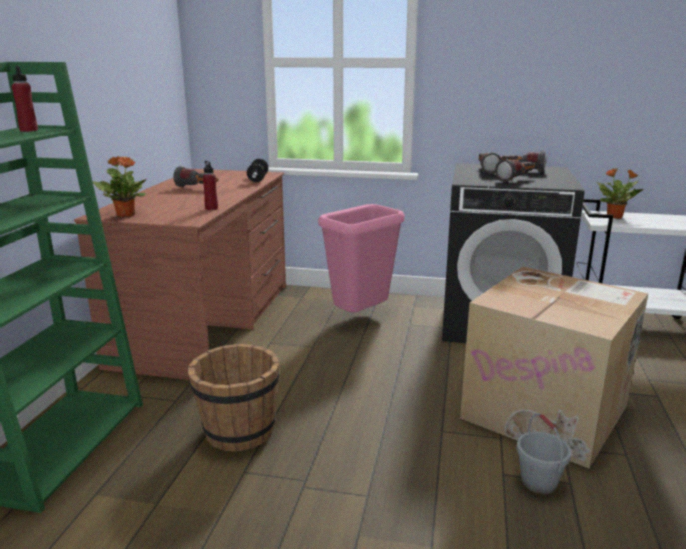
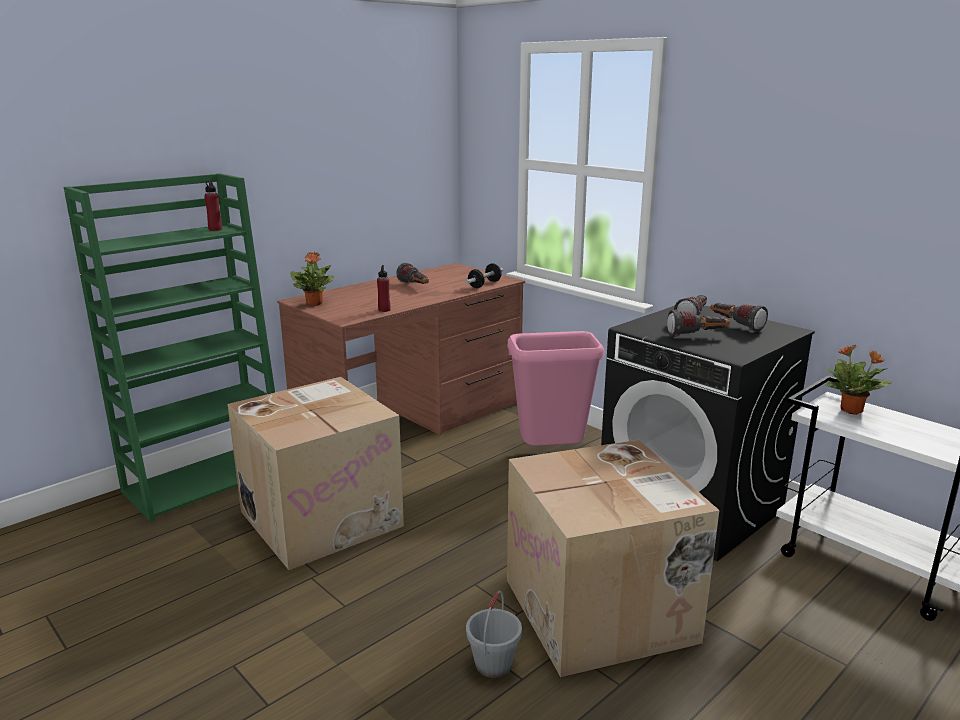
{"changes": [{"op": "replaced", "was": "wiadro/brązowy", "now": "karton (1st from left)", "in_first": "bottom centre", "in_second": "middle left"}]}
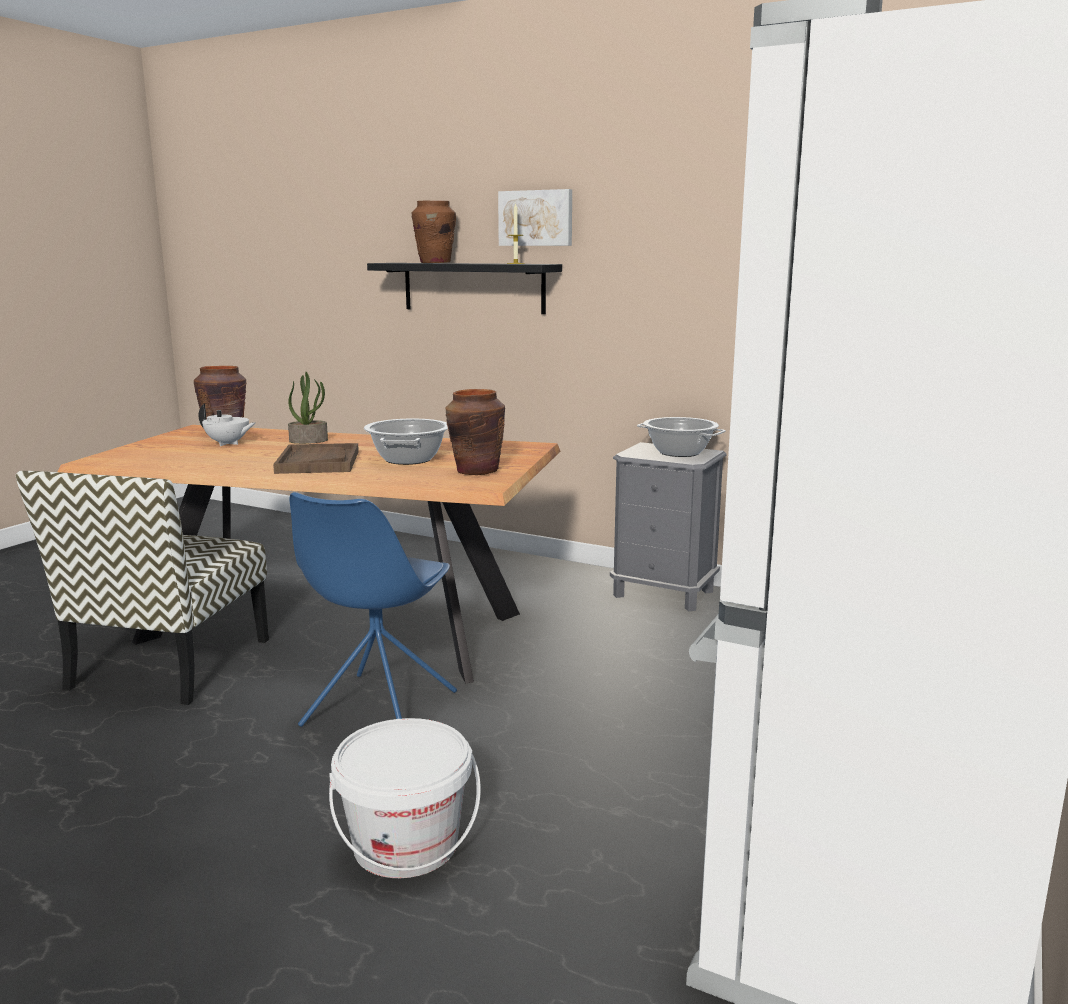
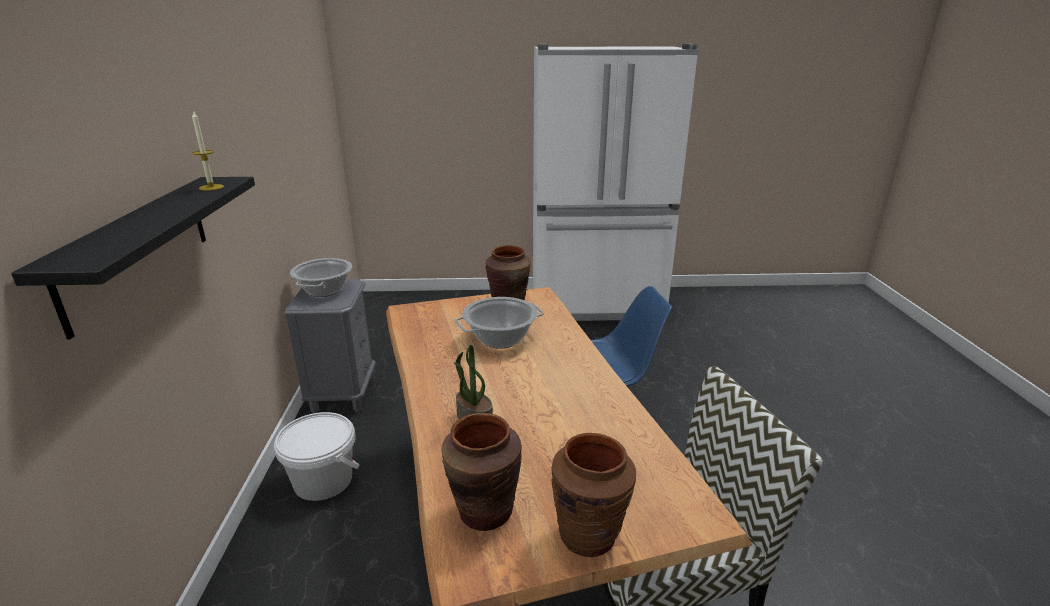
{"changes": [{"op": "removed", "was": "obraz", "in_first": "top centre"}, {"op": "moved", "was": "wazon/brązowy (2nd from left in the first image)", "now": "wazon/brązowy (3rd from left)", "in_first": "top centre", "in_second": "bottom centre"}, {"op": "removed", "was": "imbryk/biały", "in_first": "middle left"}, {"op": "removed", "was": "taca/brązowy", "in_first": "middle left"}, {"op": "moved", "was": "wiadro/biały", "in_first": "bottom centre", "in_second": "bottom left"}]}
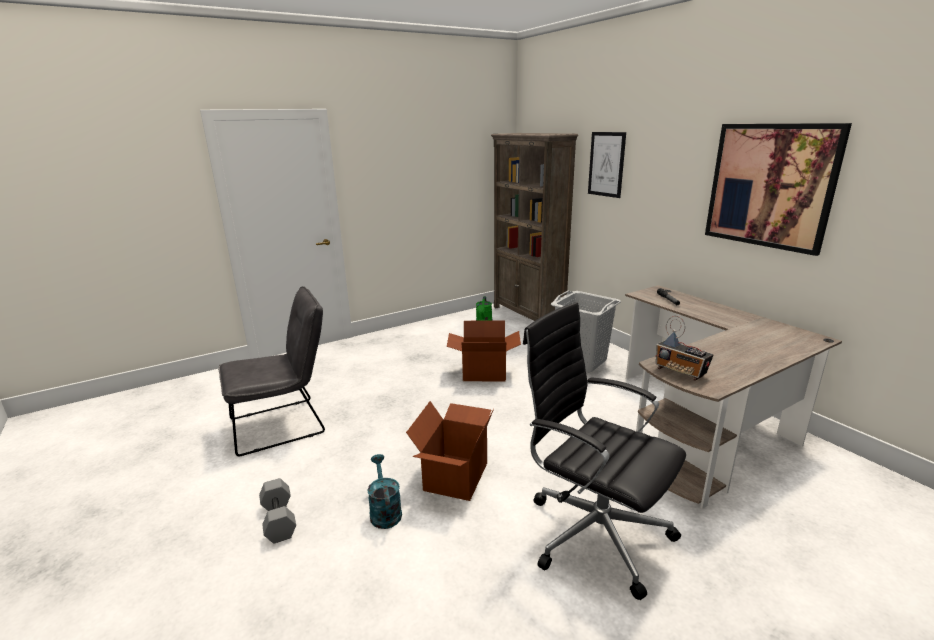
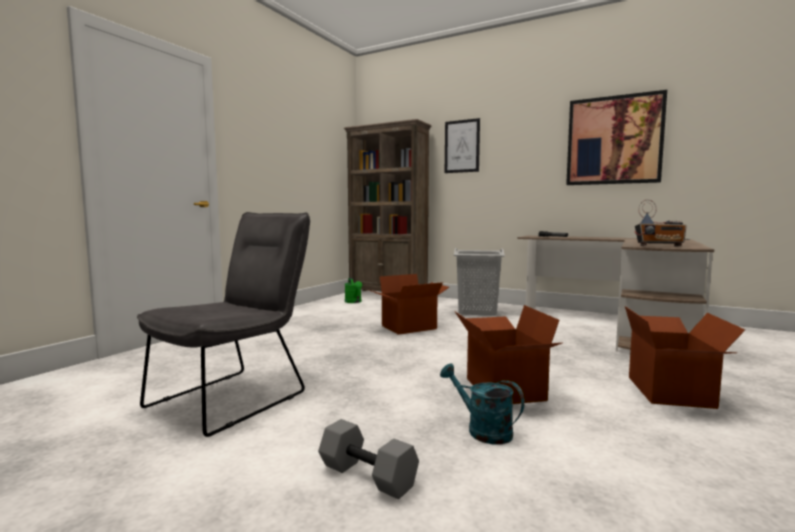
{"changes": [{"op": "replaced", "was": "krzesło biurowe/czarny", "now": "karton (3rd from left)", "in_first": "bottom centre", "in_second": "bottom right"}]}
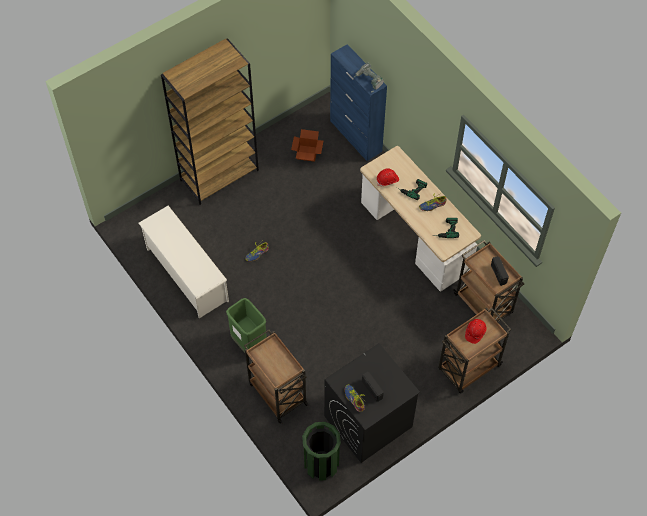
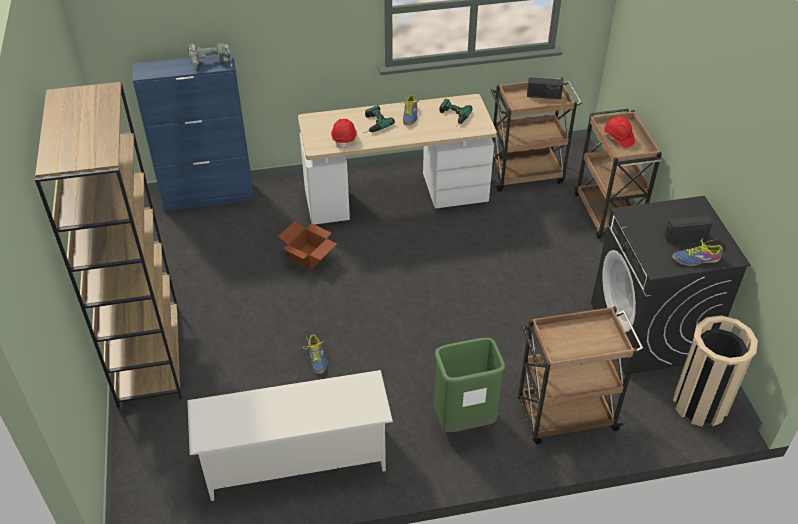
{"changes": [{"op": "moved", "was": "karton", "in_first": "top centre", "in_second": "centre"}, {"op": "recoloured", "was": "kosz na śmieci/zielony (2nd from left)", "now": "kosz na śmieci/beżowy", "in_first": "bottom centre", "in_second": "bottom right"}]}
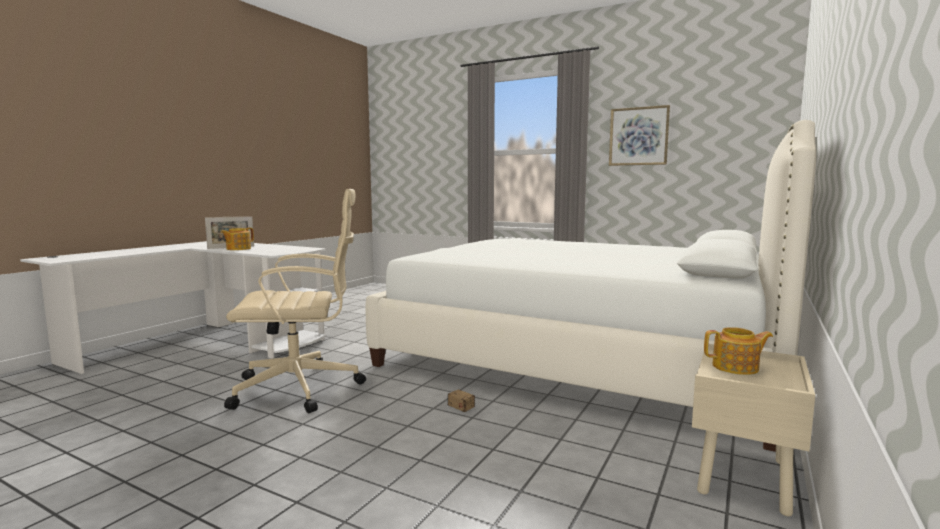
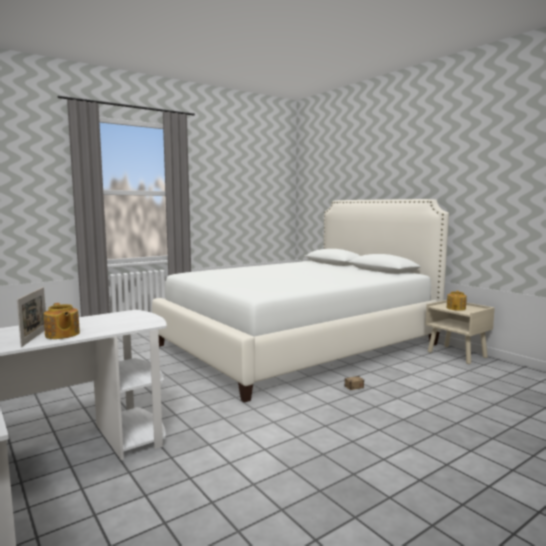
{"changes": [{"op": "removed", "was": "obraz", "in_first": "top right"}, {"op": "removed", "was": "krzesło biurowe/beżowy", "in_first": "middle left"}]}
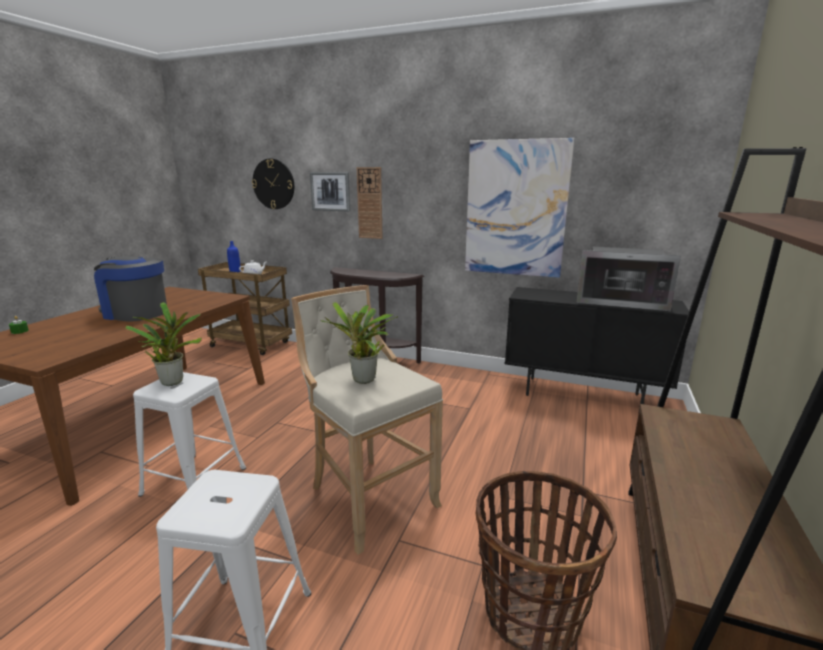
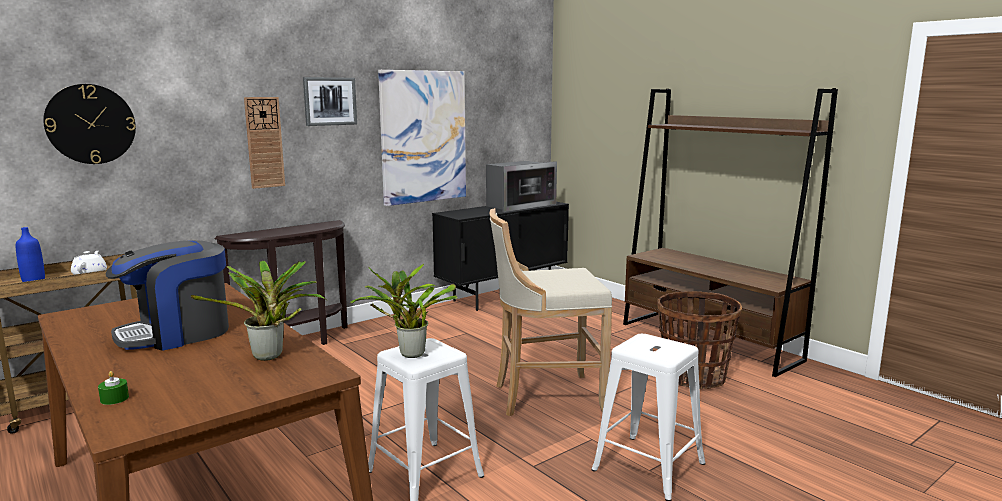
{"changes": [{"op": "moved", "was": "obraz (1st from left)", "in_first": "top centre", "in_second": "top left"}, {"op": "moved", "was": "roślina doniczkowa (2nd from left in the first image)", "now": "roślina doniczkowa (1st from left)", "in_first": "centre", "in_second": "middle left"}]}
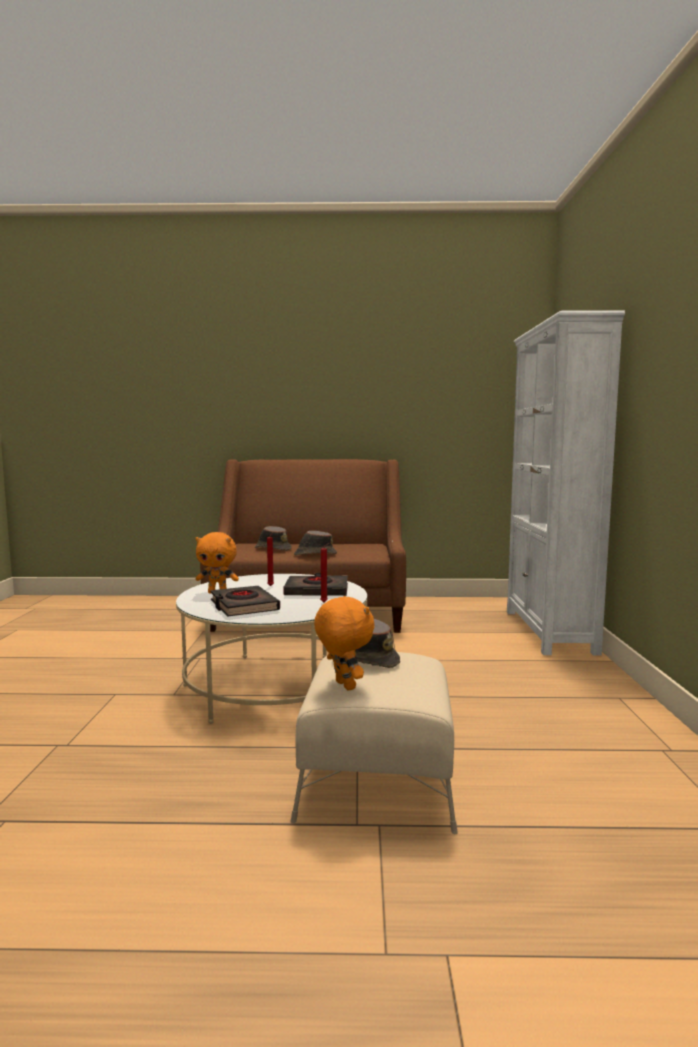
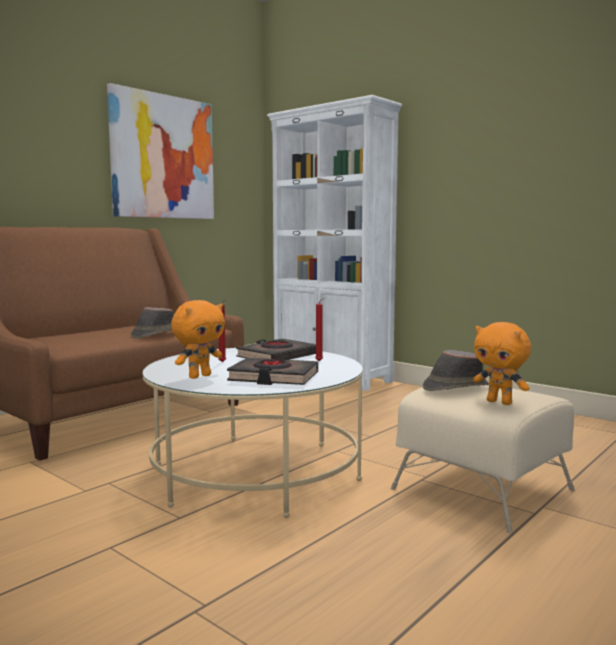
{"changes": [{"op": "removed", "was": "kapelusz/brązowy (1st from left)", "in_first": "centre"}, {"op": "turned", "was": "pluszak/pomarańczowy (2nd from left)", "in_first": "centre", "in_second": "middle right", "clockwise": -150}, {"op": "added", "now": "obraz", "in_second": "top left"}]}
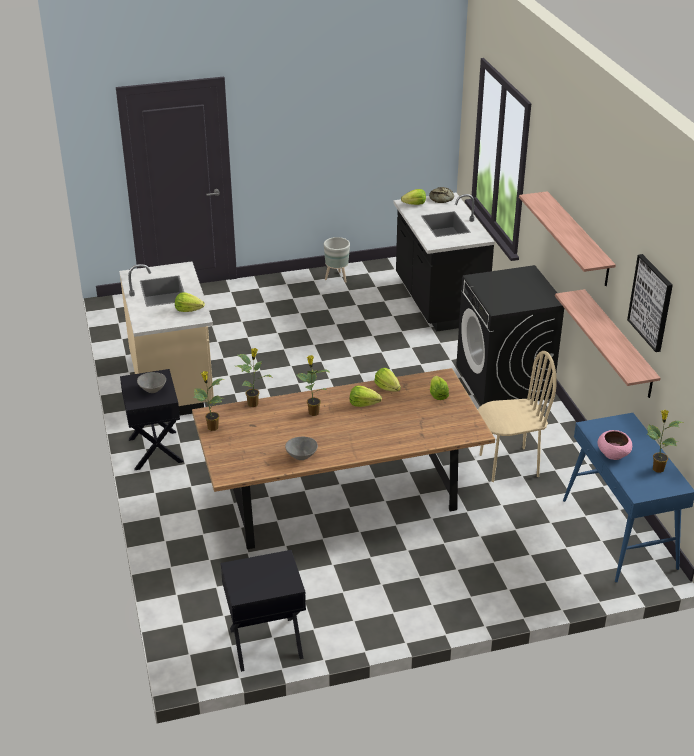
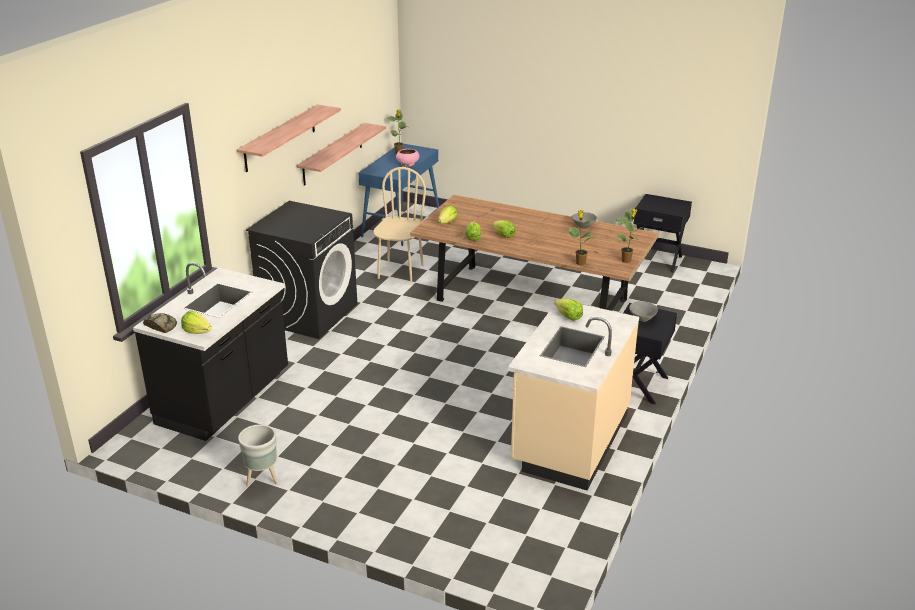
{"changes": [{"op": "removed", "was": "obraz", "in_first": "middle right"}, {"op": "turned", "was": "krzesło/beżowy", "in_first": "middle right", "in_second": "centre", "clockwise": 75}, {"op": "removed", "was": "roślina doniczkowa (3rd from left)", "in_first": "centre"}]}
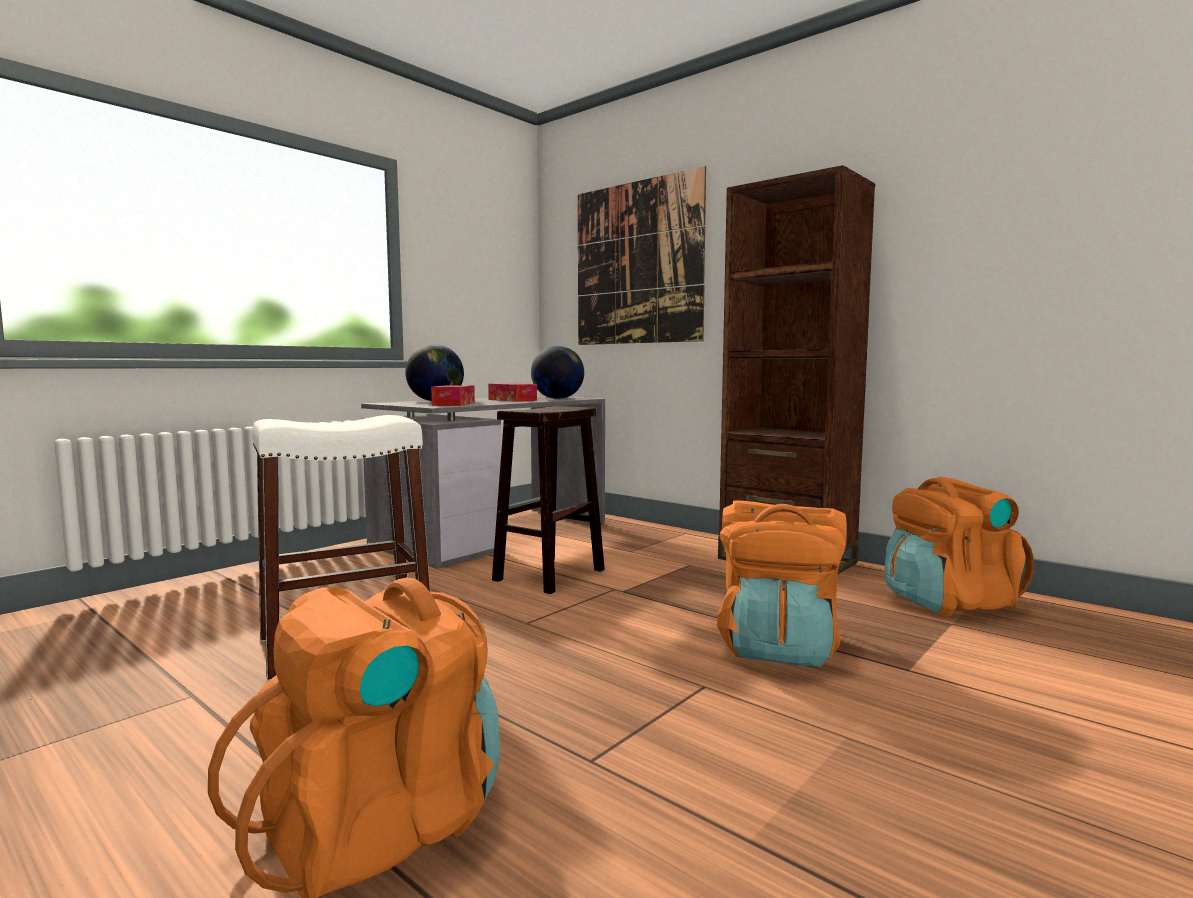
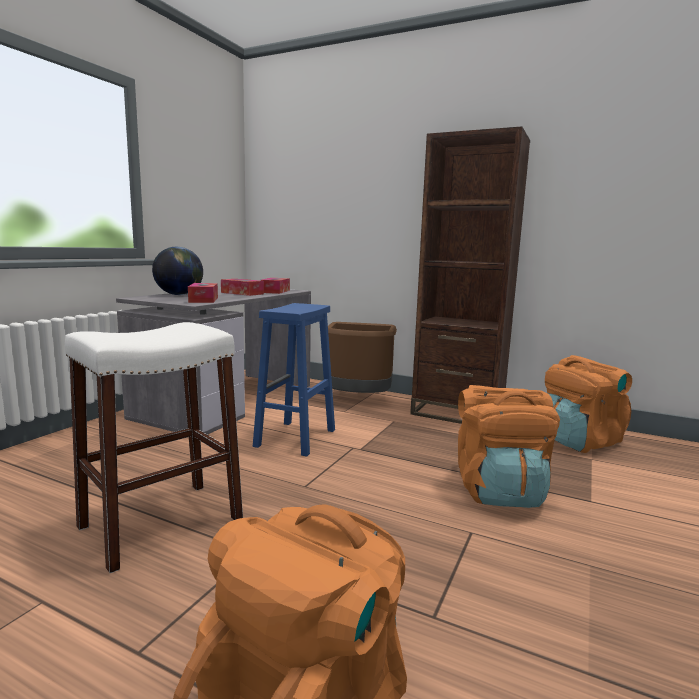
{"changes": [{"op": "removed", "was": "obraz", "in_first": "top centre"}, {"op": "replaced", "was": "globus (2nd from left)", "now": "pudełko chusteczek (3rd from left)", "in_first": "centre", "in_second": "centre"}, {"op": "recoloured", "was": "stołek/brązowy", "now": "stołek/niebieski", "in_first": "centre", "in_second": "centre"}, {"op": "added", "now": "kosz na śmieci/brązowy", "in_second": "centre"}]}
